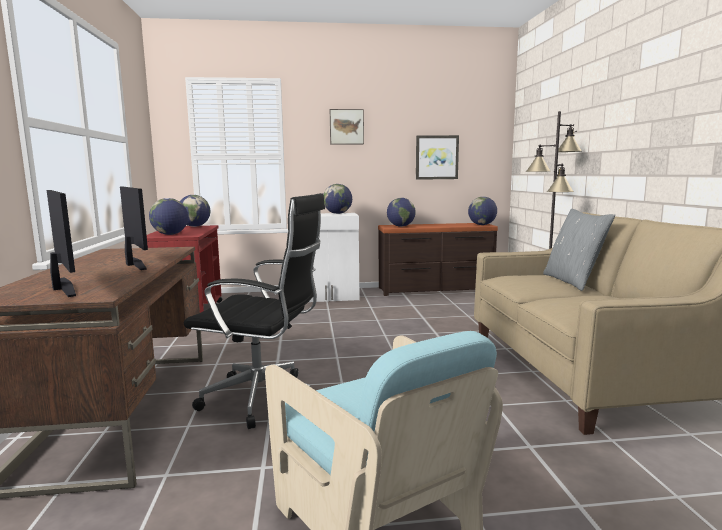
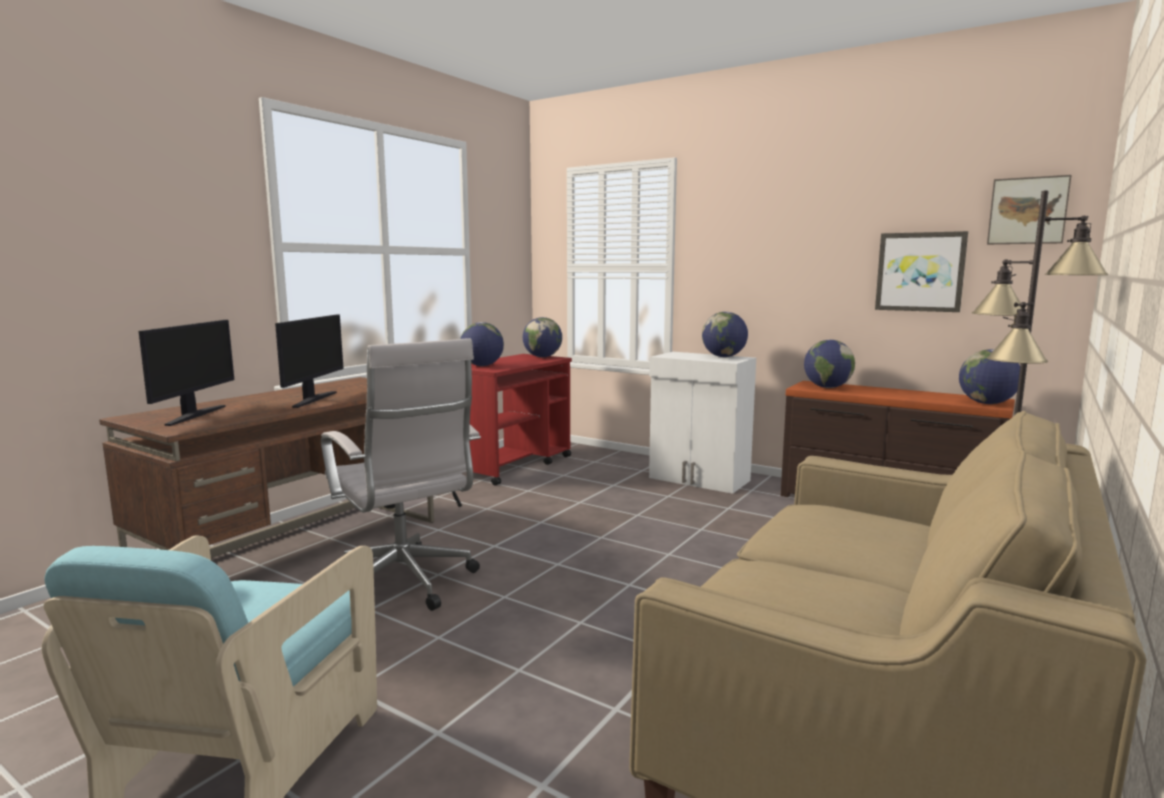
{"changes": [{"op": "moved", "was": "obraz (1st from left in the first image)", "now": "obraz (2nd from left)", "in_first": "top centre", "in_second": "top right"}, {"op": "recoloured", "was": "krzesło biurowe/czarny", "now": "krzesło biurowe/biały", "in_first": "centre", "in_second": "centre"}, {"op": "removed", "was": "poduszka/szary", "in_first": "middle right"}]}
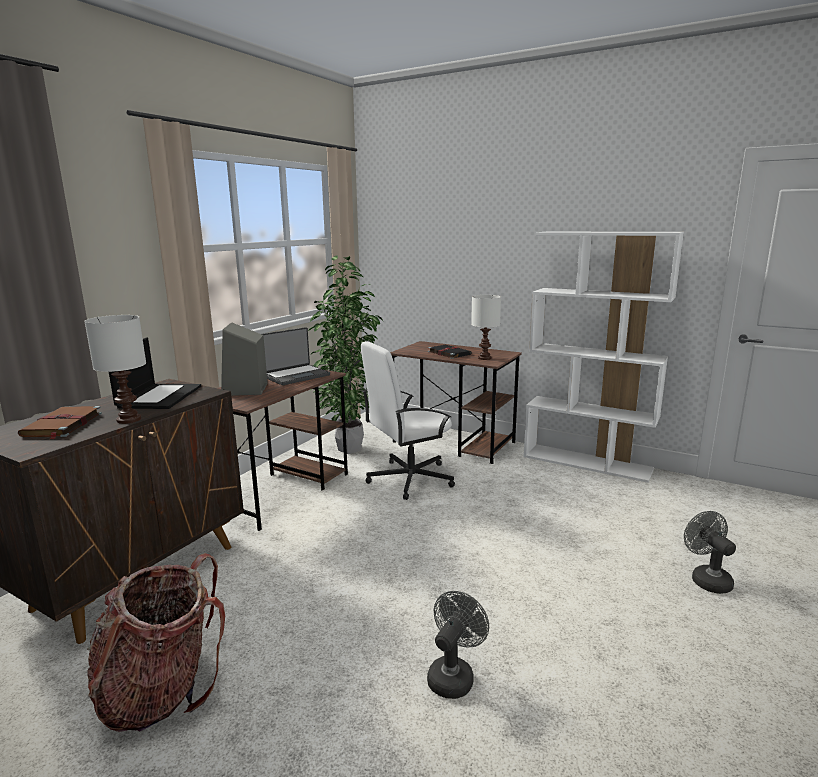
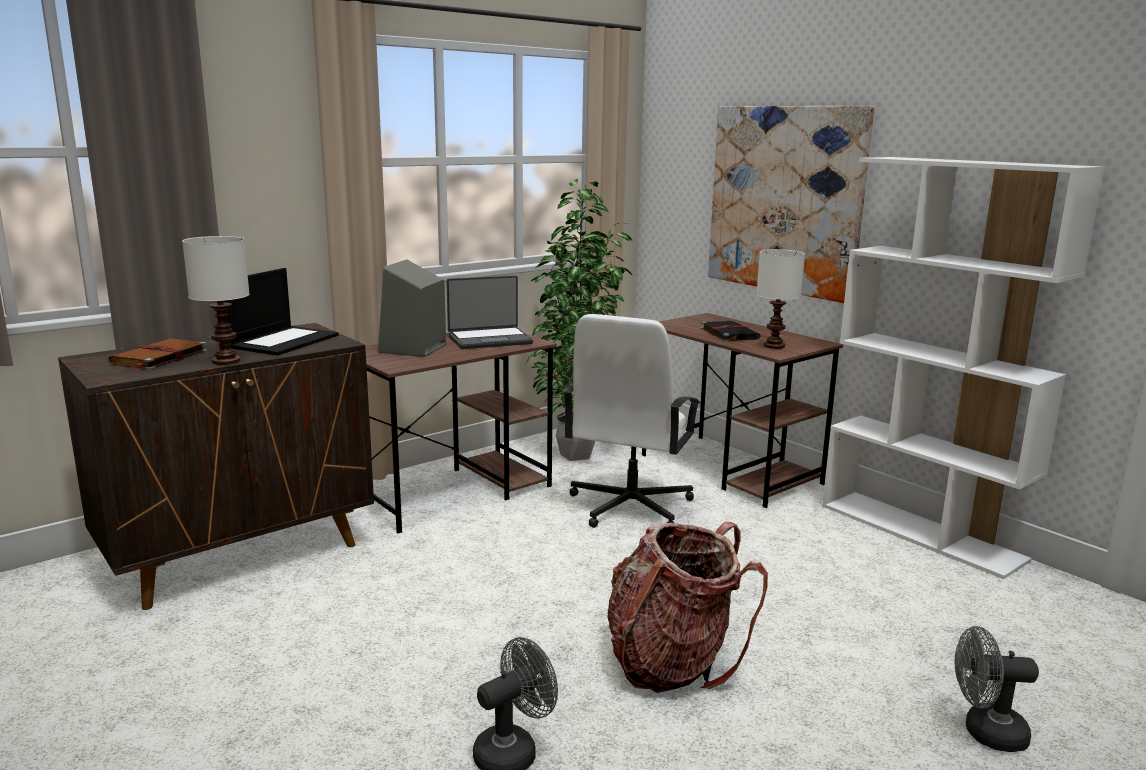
{"changes": [{"op": "turned", "was": "krzesło biurowe/biały", "in_first": "centre", "in_second": "centre", "clockwise": -60}, {"op": "turned", "was": "wentylator/szary (2nd from left)", "in_first": "bottom right", "in_second": "bottom right", "clockwise": -90}, {"op": "moved", "was": "plecak", "in_first": "bottom left", "in_second": "bottom centre"}, {"op": "added", "now": "obraz", "in_second": "top right"}]}
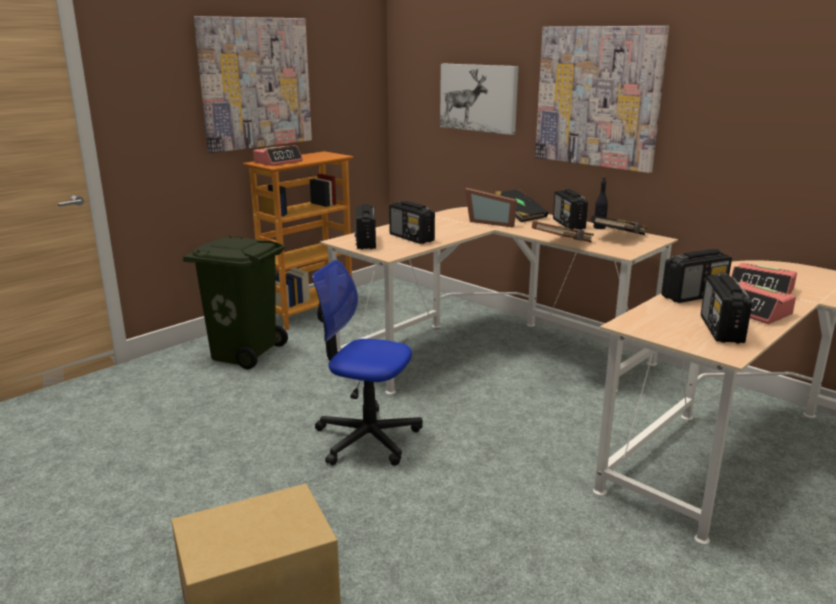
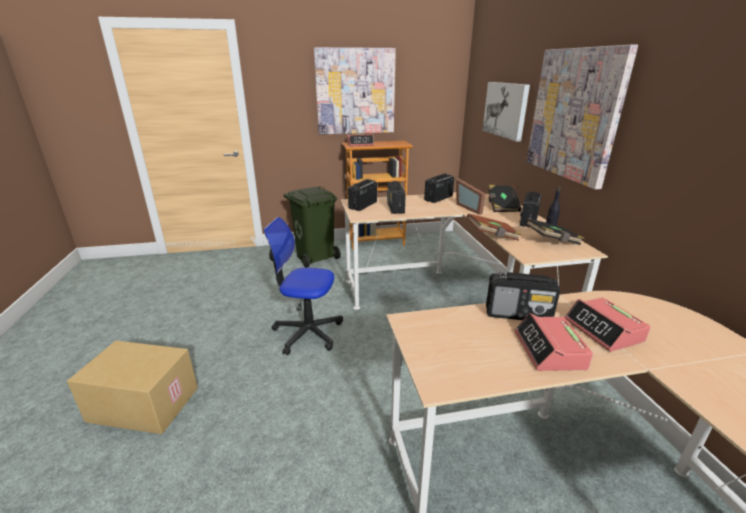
{"changes": [{"op": "turned", "was": "krzesło biurowe", "in_first": "centre", "in_second": "centre", "clockwise": -45}, {"op": "moved", "was": "radio (5th from left in the first image)", "now": "radio (3rd from left)", "in_first": "middle right", "in_second": "centre"}]}
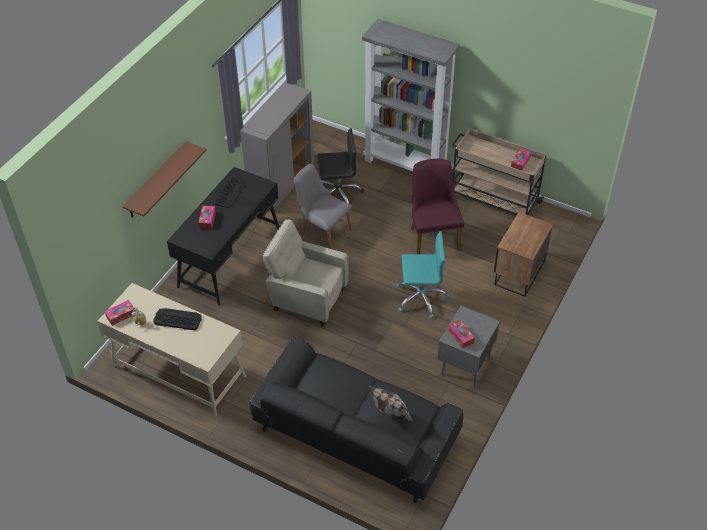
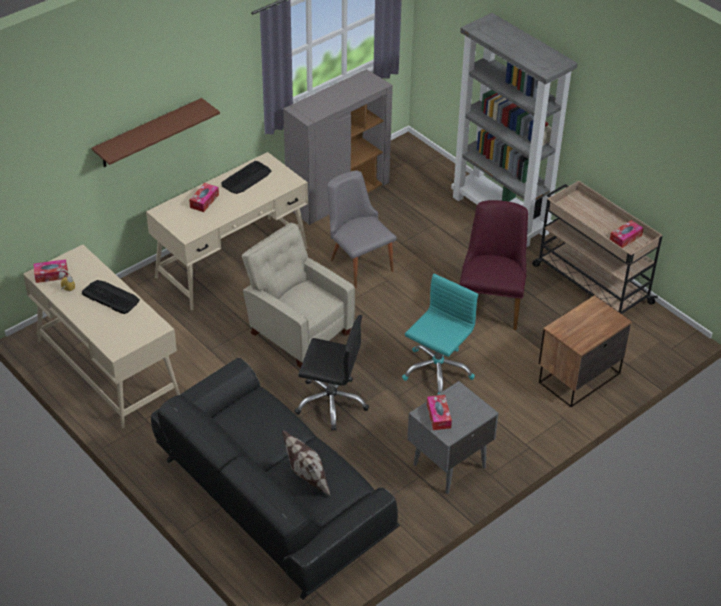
{"changes": [{"op": "moved", "was": "krzesło biurowe/czarny", "in_first": "top centre", "in_second": "centre"}, {"op": "recoloured", "was": "biurko/czarny", "now": "biurko/beżowy (2nd from left)", "in_first": "middle left", "in_second": "middle left"}, {"op": "turned", "was": "krzesło biurowe/turkusowy", "in_first": "centre", "in_second": "centre", "clockwise": -75}]}
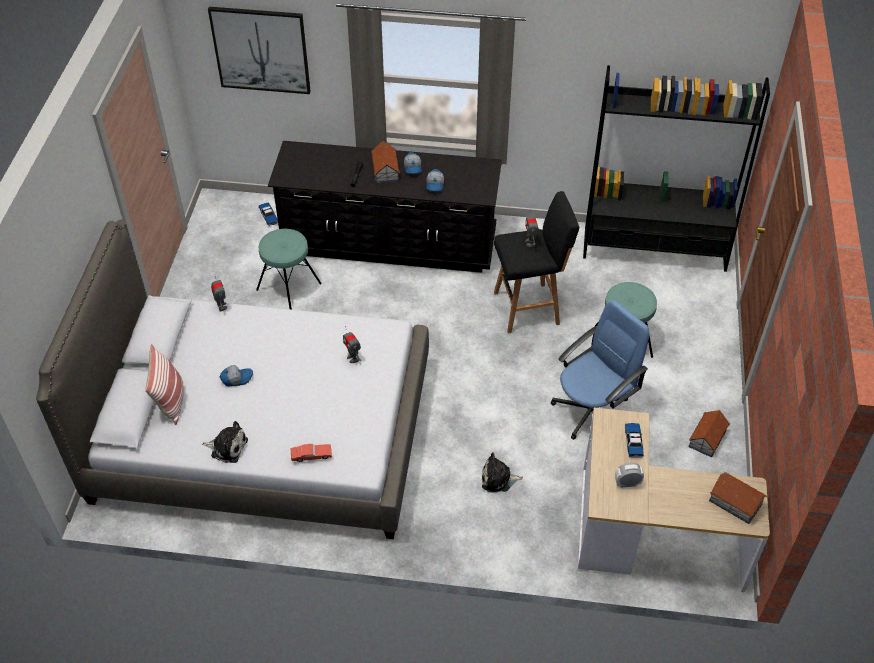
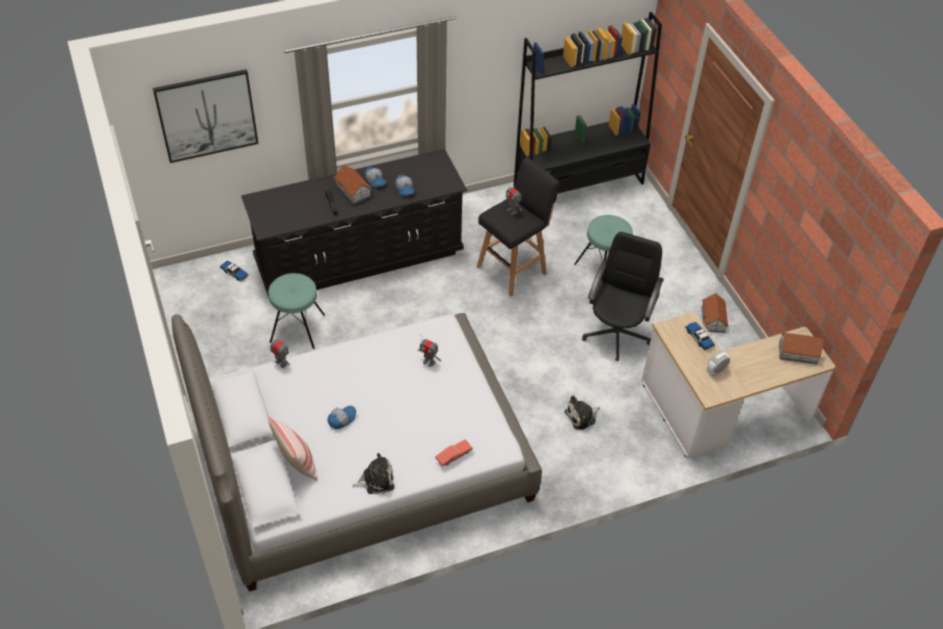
{"changes": [{"op": "recoloured", "was": "krzesło biurowe/niebieski", "now": "krzesło biurowe/czarny", "in_first": "middle right", "in_second": "centre"}]}
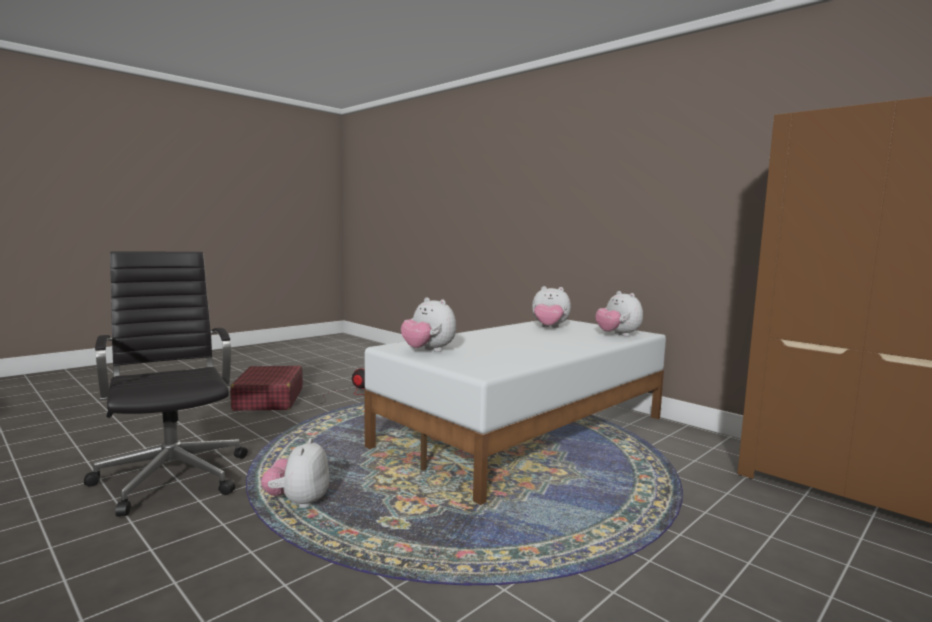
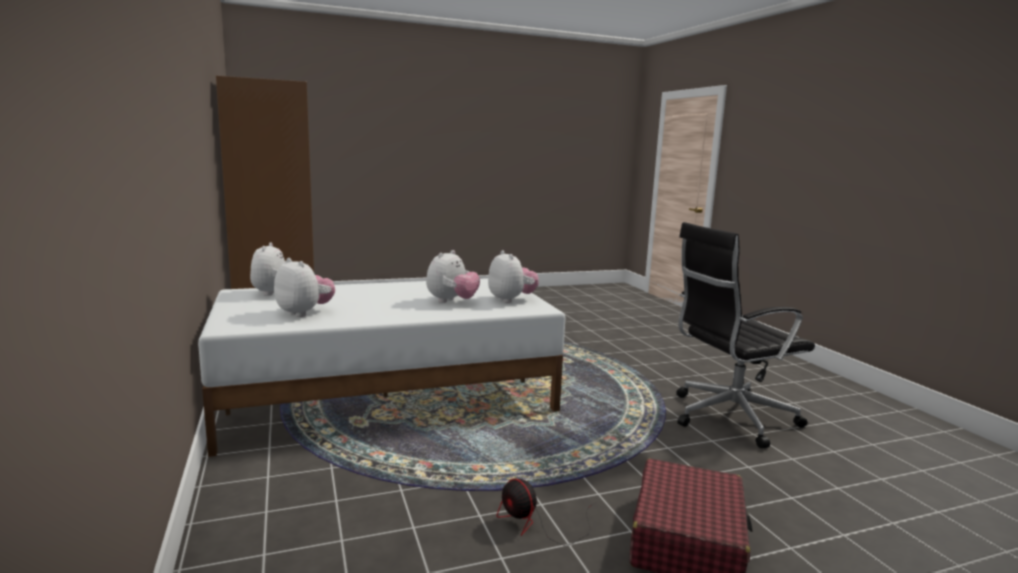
{"changes": [{"op": "turned", "was": "krzesło biurowe/czarny", "in_first": "middle left", "in_second": "middle right", "clockwise": 75}, {"op": "moved", "was": "pluszak (1st from left in the first image)", "now": "pluszak (3rd from left)", "in_first": "bottom left", "in_second": "centre"}]}
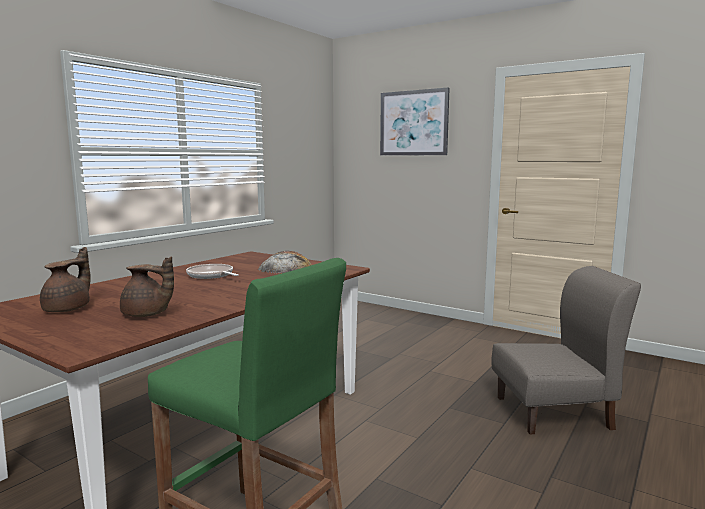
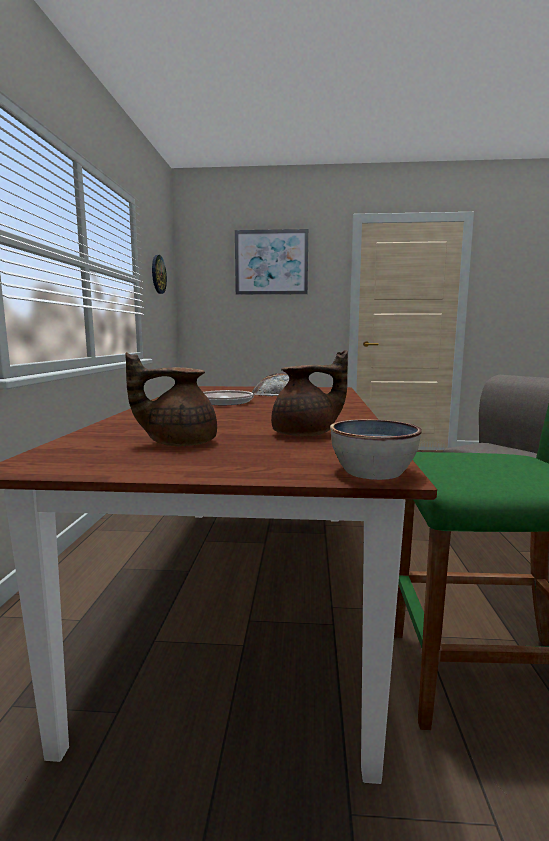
{"changes": [{"op": "turned", "was": "imbryk/brązowy (1st from left)", "in_first": "middle left", "in_second": "middle left", "clockwise": -90}, {"op": "added", "now": "zegar ścienny", "in_second": "top left"}, {"op": "added", "now": "miska", "in_second": "middle right"}]}
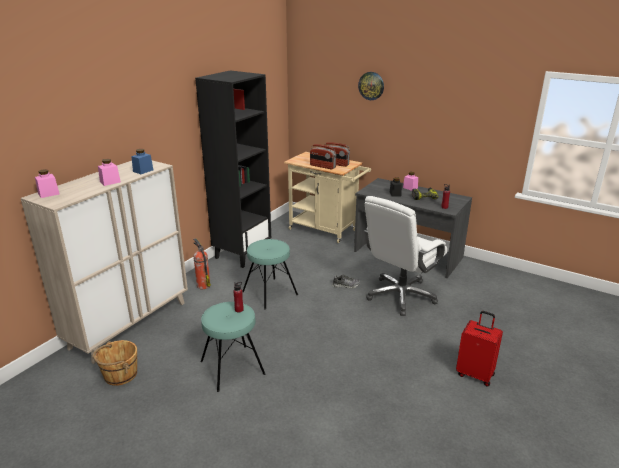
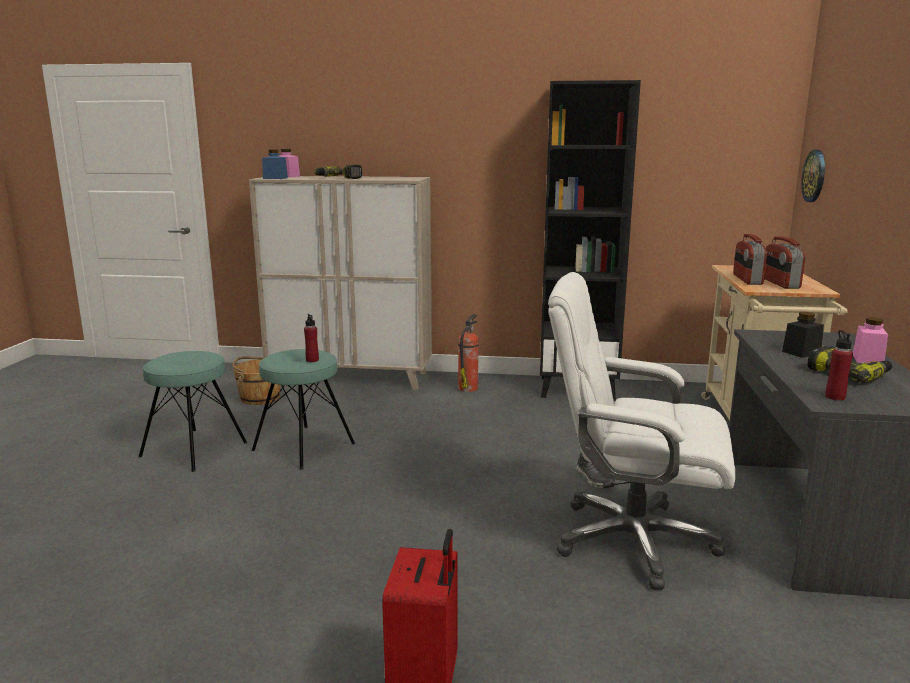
{"changes": [{"op": "moved", "was": "zegar ścienny", "in_first": "top centre", "in_second": "top right"}, {"op": "moved", "was": "słoik/niebieski", "in_first": "middle left", "in_second": "top left"}, {"op": "replaced", "was": "słoik/różowy (2nd from left)", "now": "wiertarka (1st from left)", "in_first": "middle left", "in_second": "top centre"}, {"op": "moved", "was": "stołek/turkusowy (2nd from left in the first image)", "now": "stołek/turkusowy (1st from left)", "in_first": "centre", "in_second": "middle left"}]}
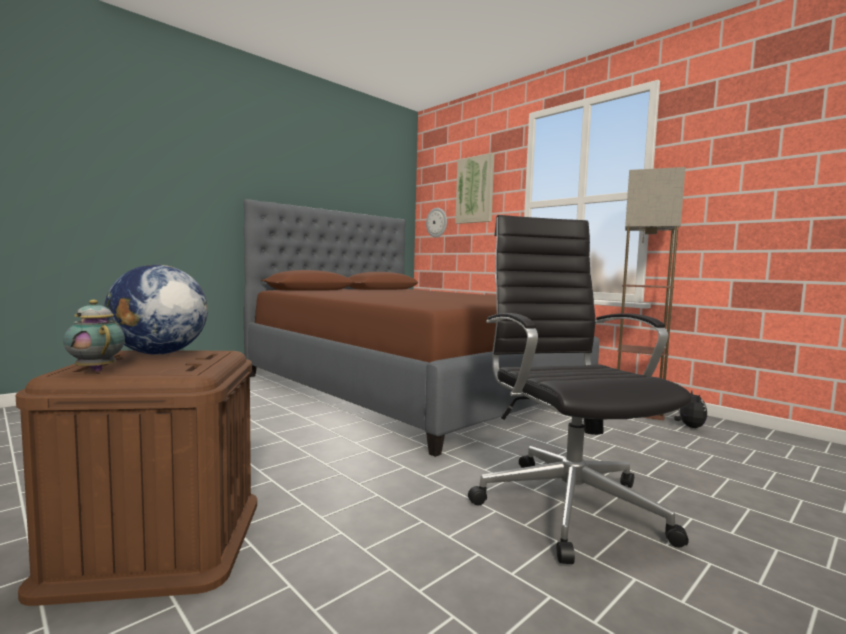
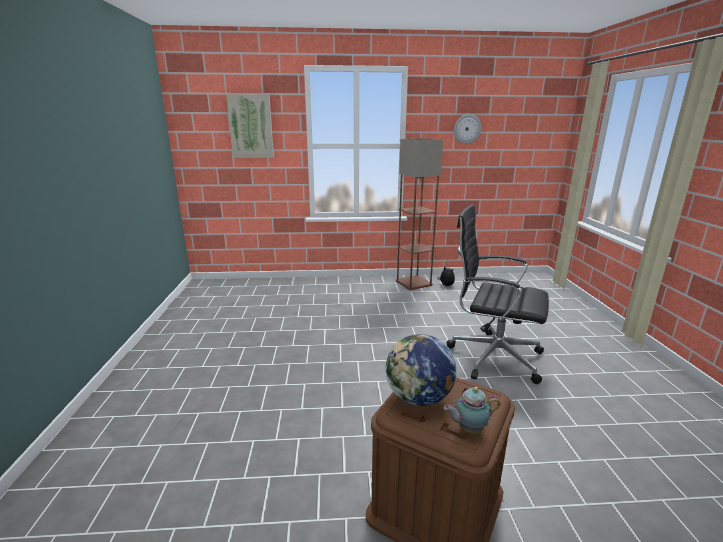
{"changes": [{"op": "removed", "was": "łóżko/brązowy", "in_first": "centre"}, {"op": "moved", "was": "zegar ścienny", "in_first": "centre", "in_second": "top centre"}]}
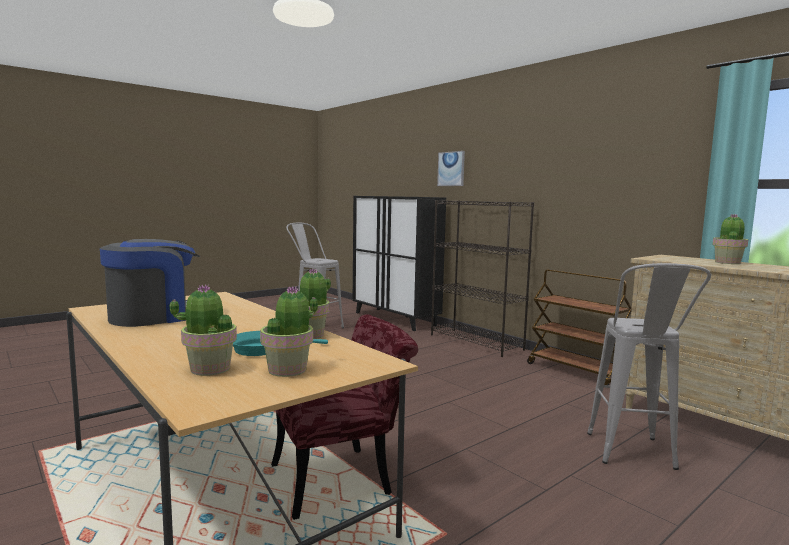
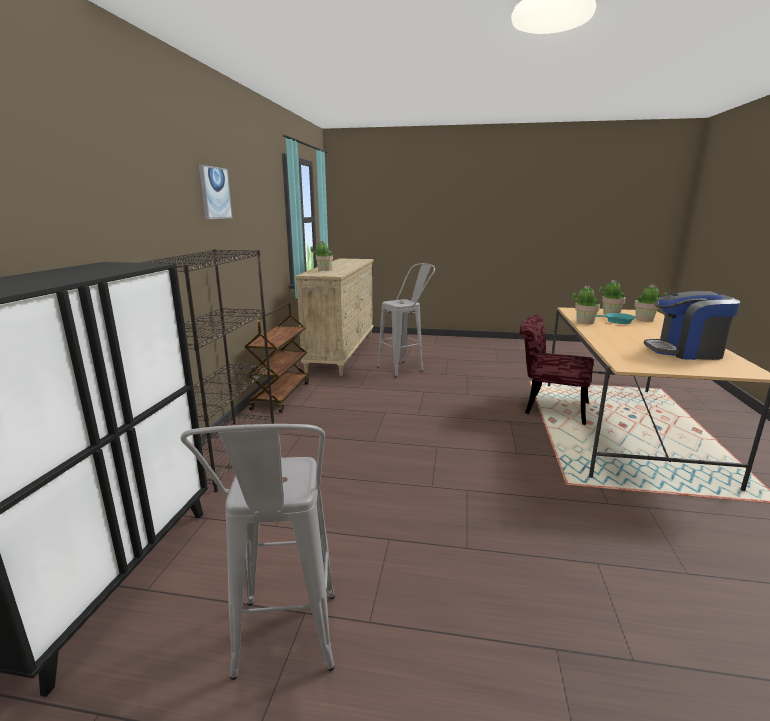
{"changes": [{"op": "moved", "was": "obraz", "in_first": "top centre", "in_second": "top left"}]}
